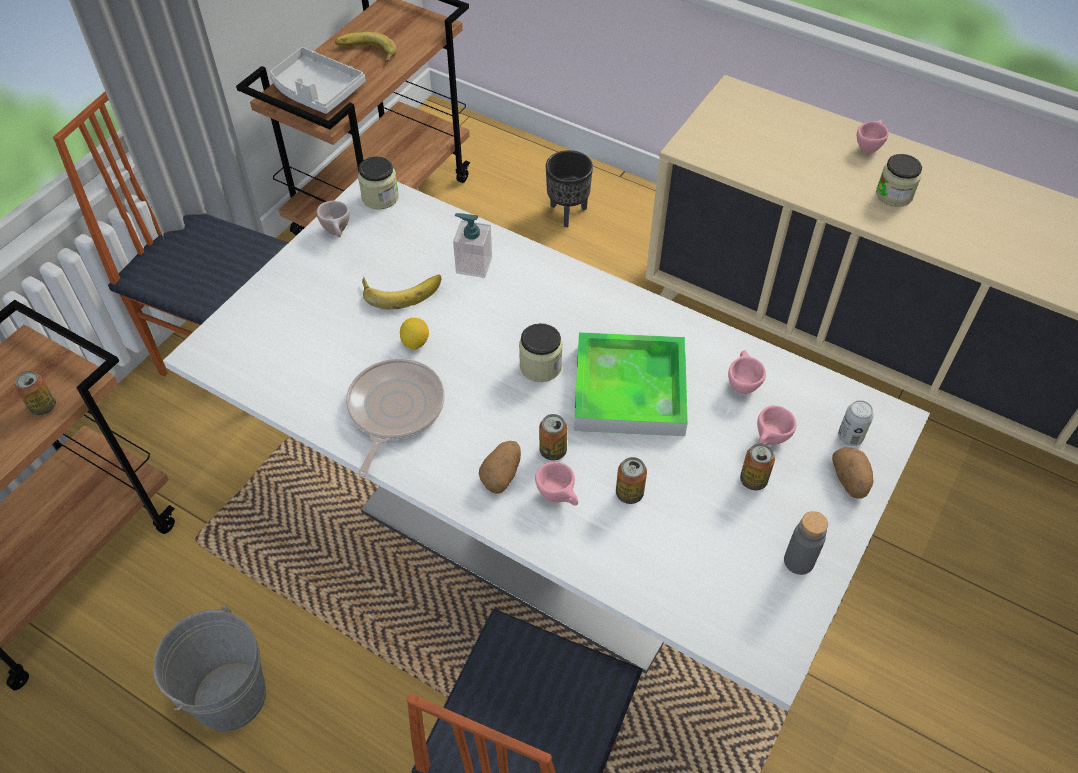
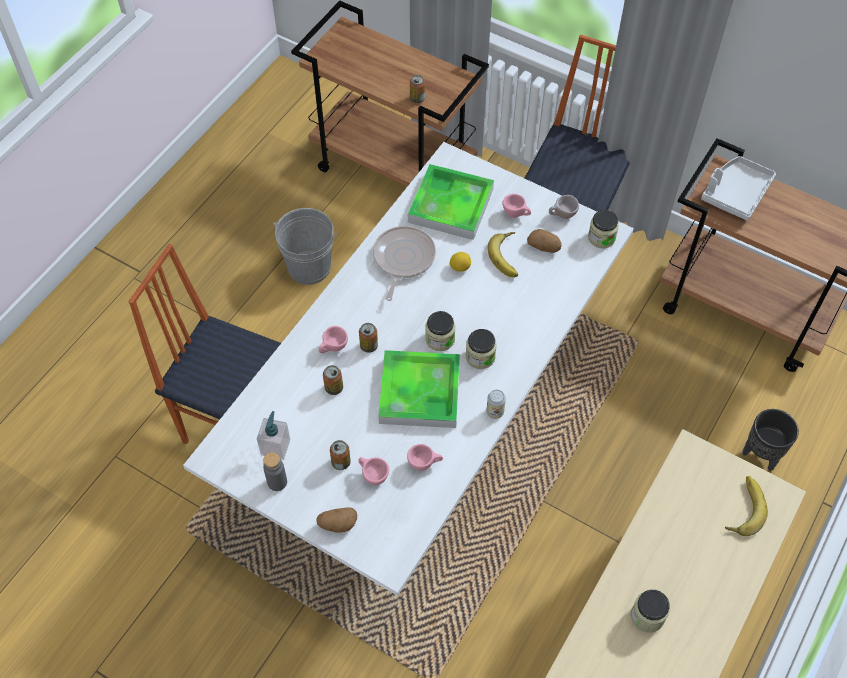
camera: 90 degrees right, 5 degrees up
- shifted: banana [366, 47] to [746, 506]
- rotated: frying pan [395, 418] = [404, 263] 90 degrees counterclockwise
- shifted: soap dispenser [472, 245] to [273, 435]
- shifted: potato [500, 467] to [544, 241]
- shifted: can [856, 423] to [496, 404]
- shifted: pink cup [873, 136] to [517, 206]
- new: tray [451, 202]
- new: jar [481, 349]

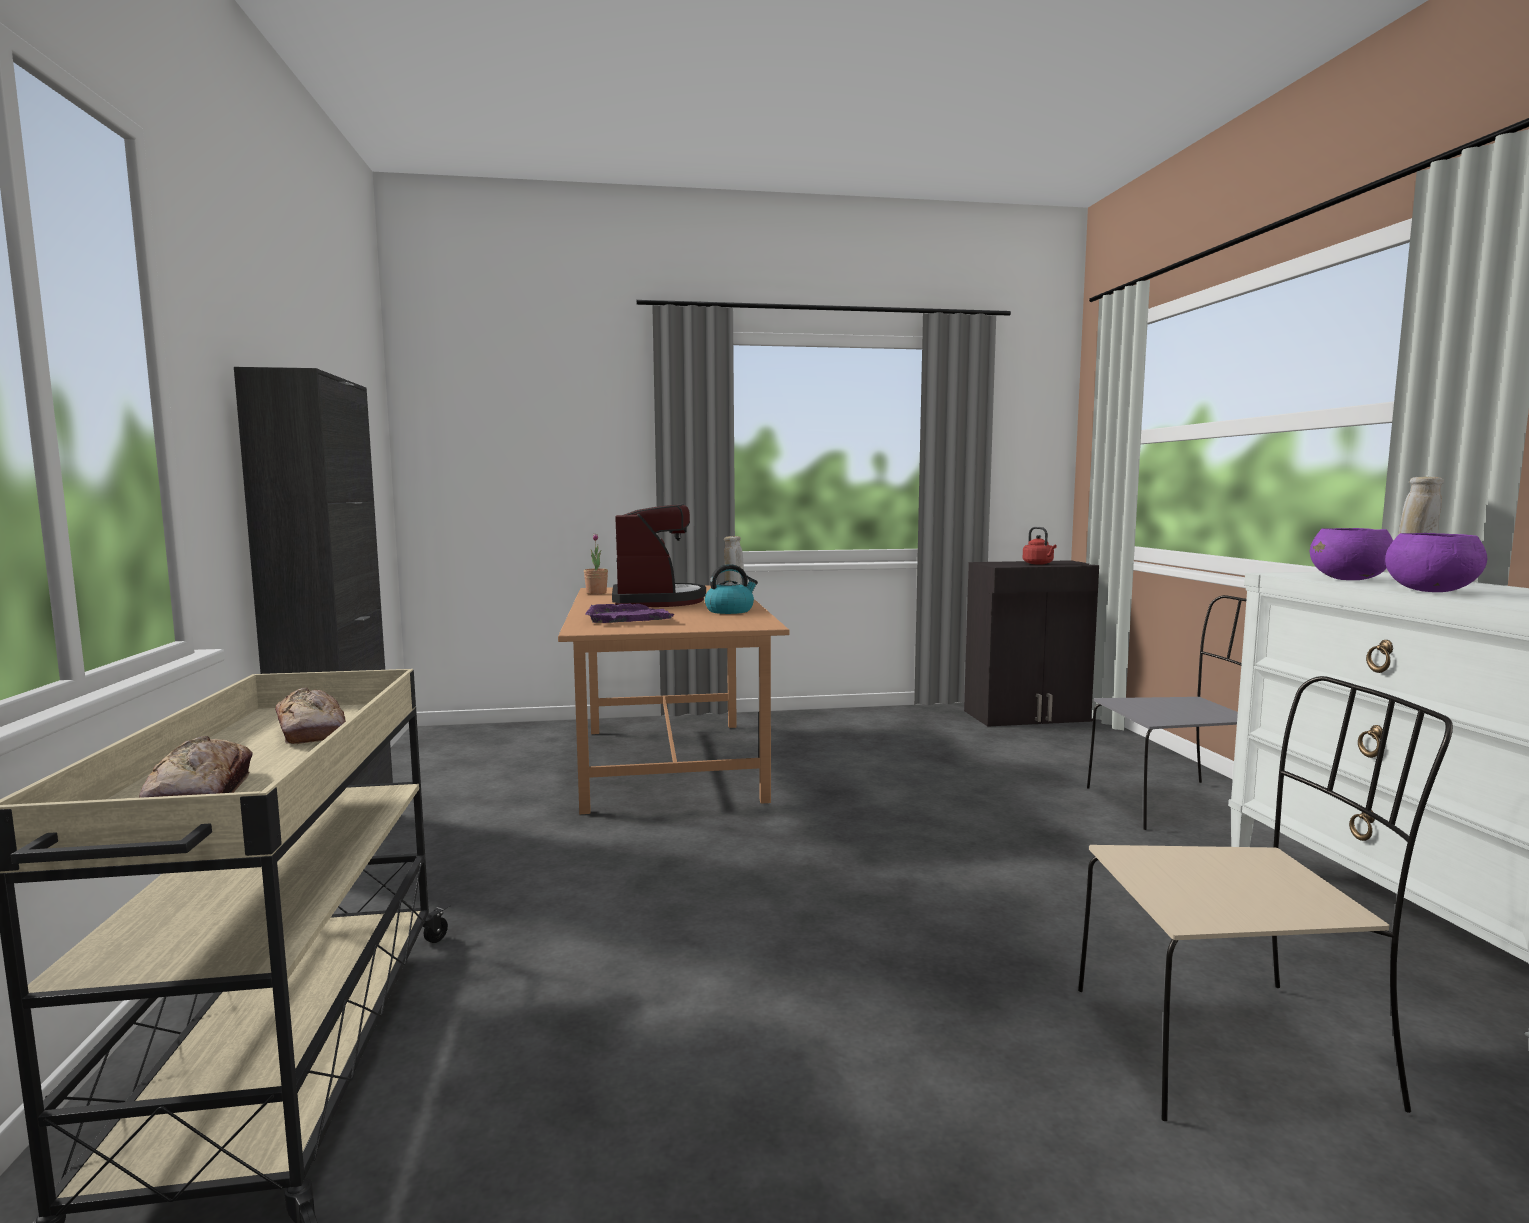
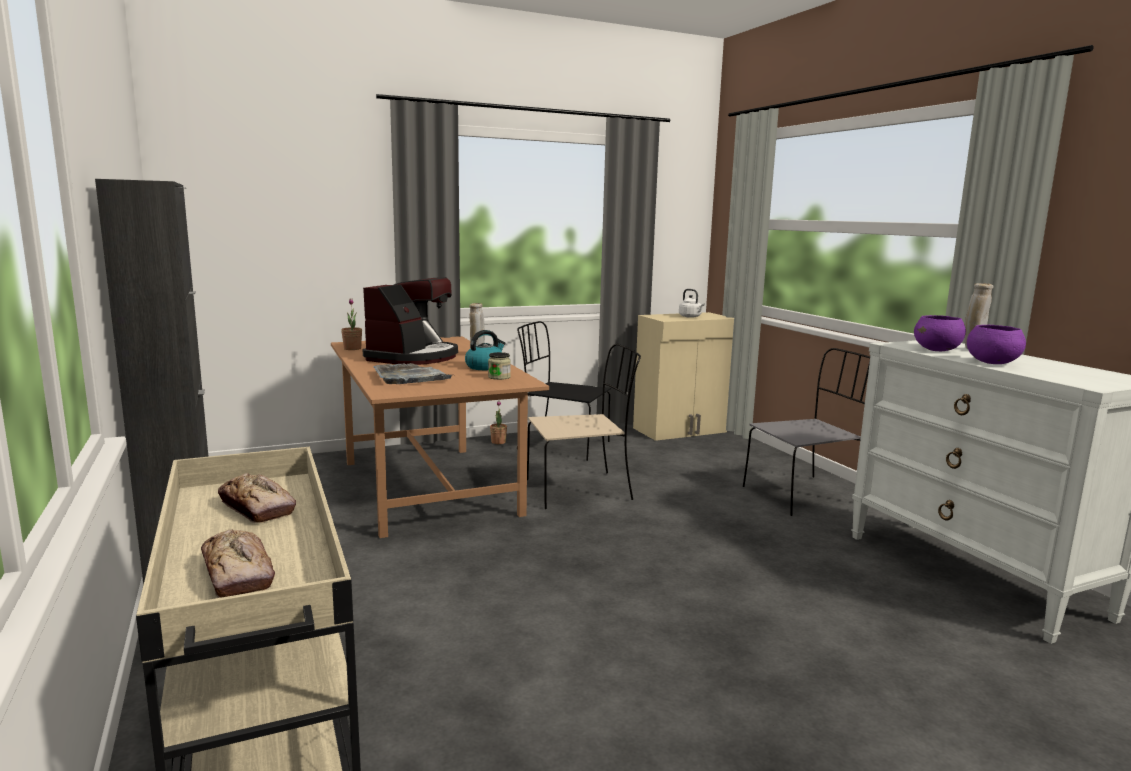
camera: 15 degrees left, 5 degrees up
- repainted: purple tray [629, 613] to grey tray [413, 373]
- rotated: coffee machine [659, 555] = [410, 321] 45 degrees clockwise
- repainted: black cabinet [1031, 643] to beige cabinet [683, 376]
- repainted: red kettle [1040, 545] to white kettle [692, 303]
- shifted: beige chair [1265, 898] to [584, 426]
- new: jar [499, 366]
- new: potted plant [498, 422]
- new: black chair [563, 391]

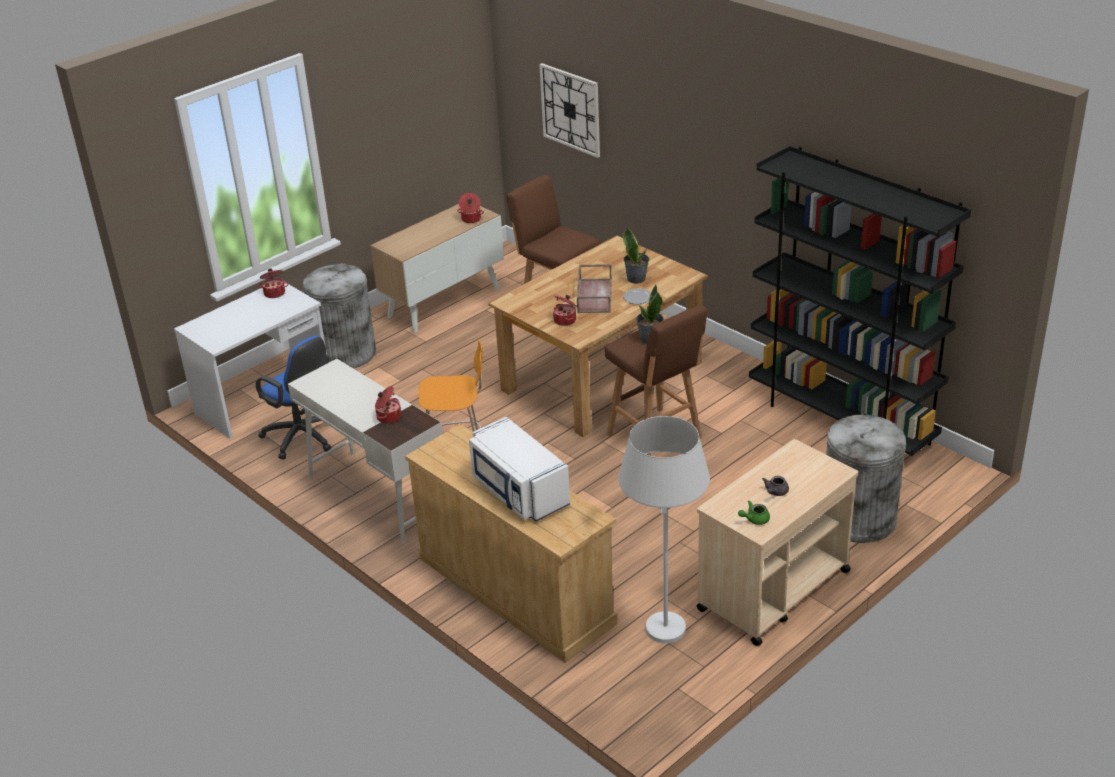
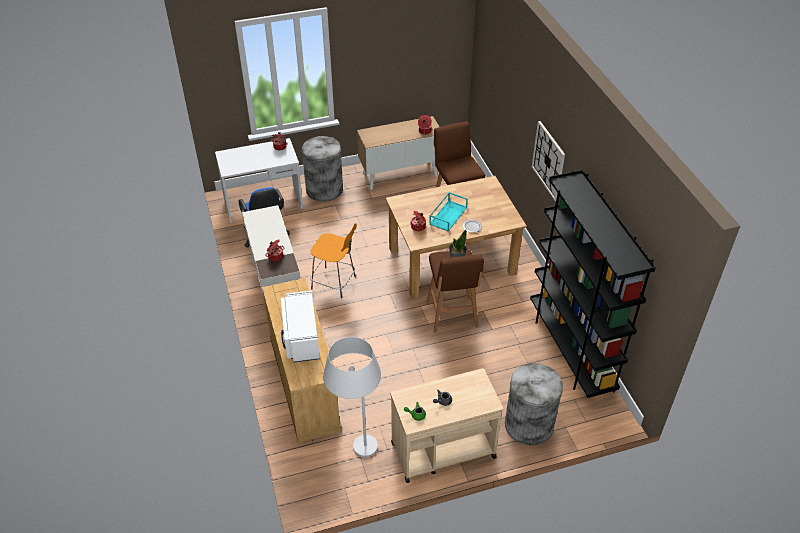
camera: 25 degrees right, 10 degrees up
- shifted: wall clock [569, 110] to [548, 161]
- repainted: brown tray [594, 288] to turquoise tray [448, 211]
- gone: potted plant [636, 255]

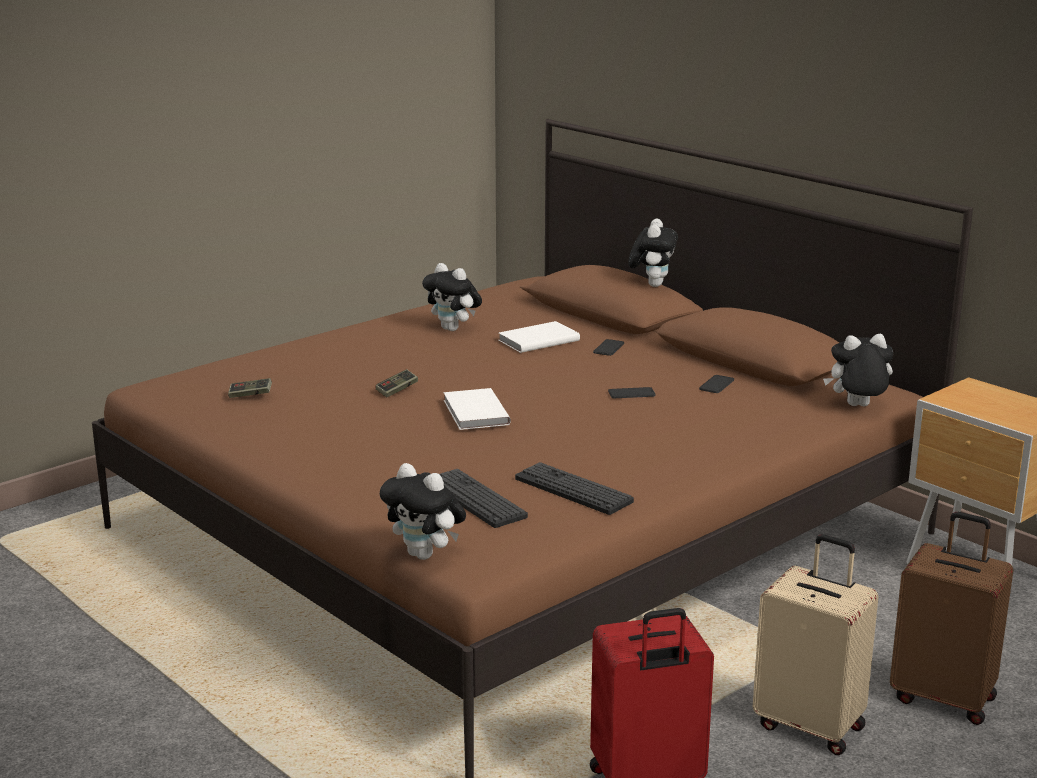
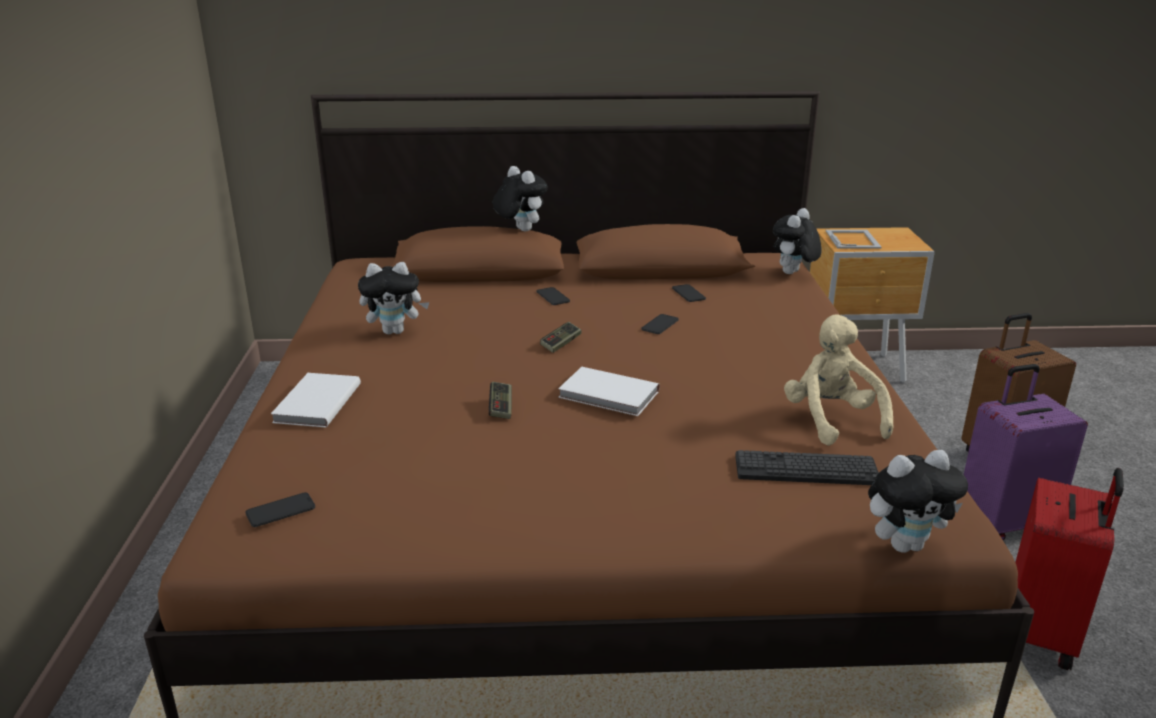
camera: 50 degrees left, 5 degrees up
- shifted: game controller [250, 388] to [561, 337]
- shifted: white book [539, 337] to [316, 400]
- swapped: keyboard [574, 488] to beige plush toy [838, 380]
- repainted: beige suitcase [815, 644] to purple suitcase [1026, 452]
- new: phone [280, 509]
- new: picture frame [854, 239]

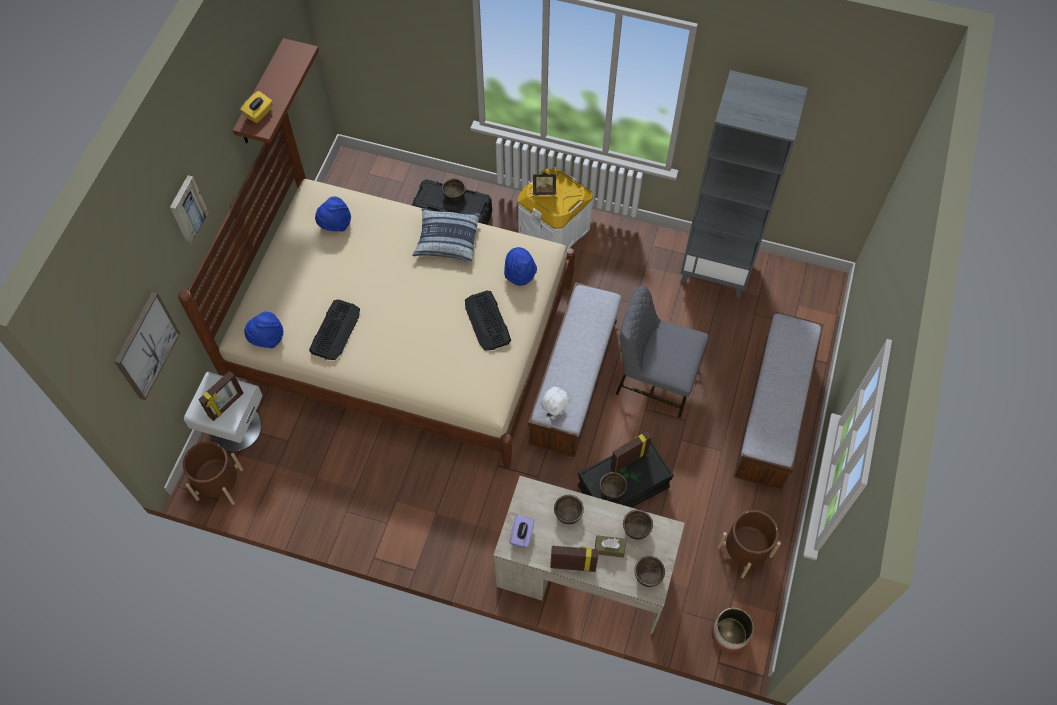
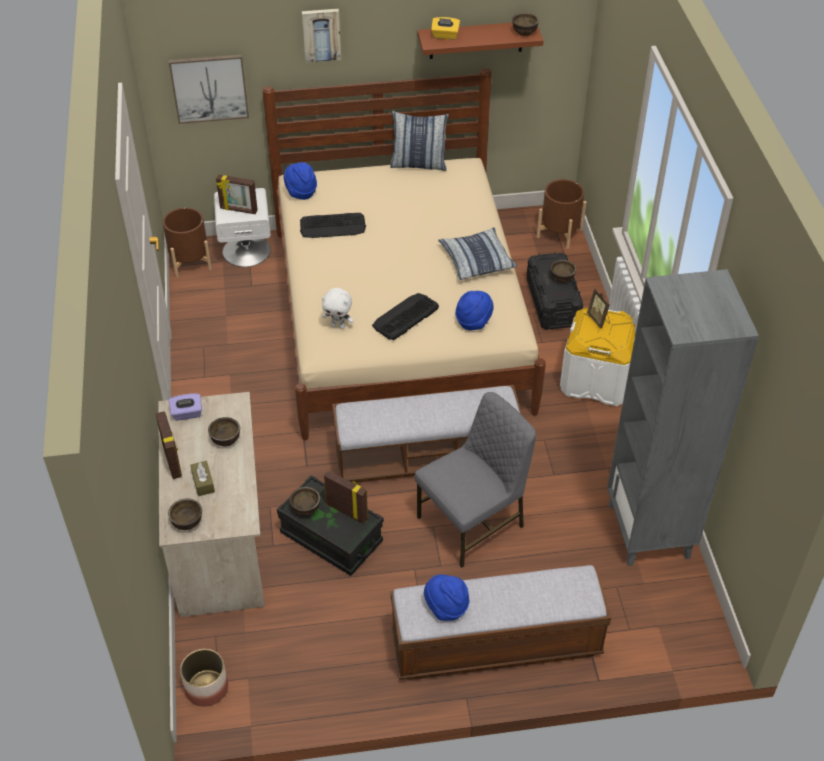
camera: 65 degrees right, 15 degrees down
- shifted: blue hat [333, 213] to [446, 597]
- shifted: white plush toy [555, 404] to [338, 308]
- rotated: grey chair [662, 352] = [475, 480] 60 degrees clockwise
- shifted: brown bowl [638, 524] to [525, 24]
- shifted: brown planter [749, 544] to [562, 214]
- new: pillow [419, 141]

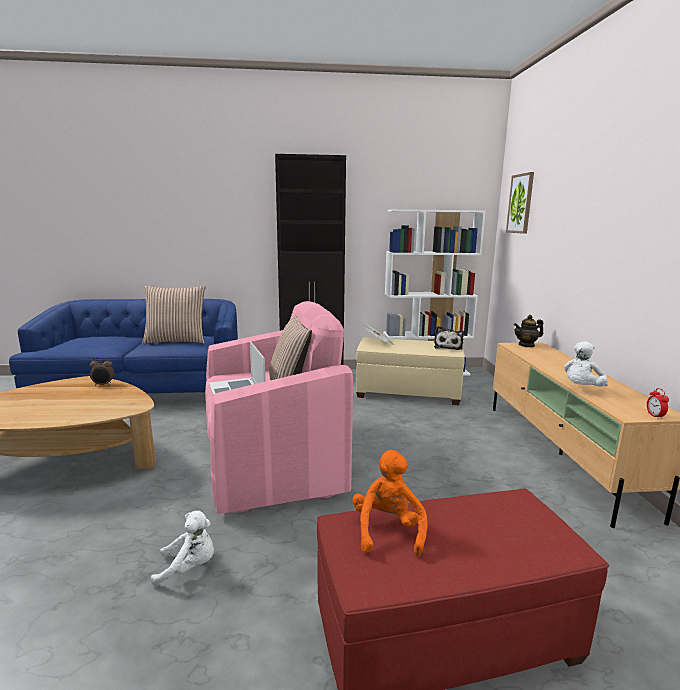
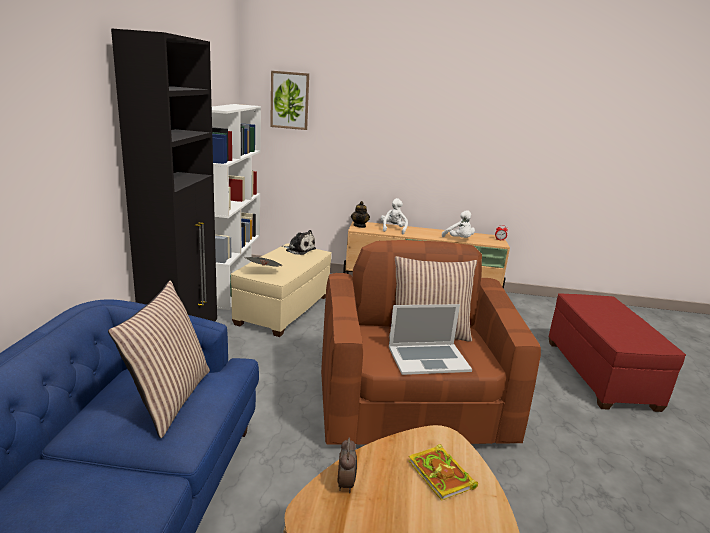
camera: 80 degrees left, 5 degrees up
- shifted: white plush toy [182, 548] to [394, 216]
- repainted: pink armchair [279, 407] to brown armchair [431, 342]
- gone: orange plush toy [390, 503]
- new: book [443, 472]

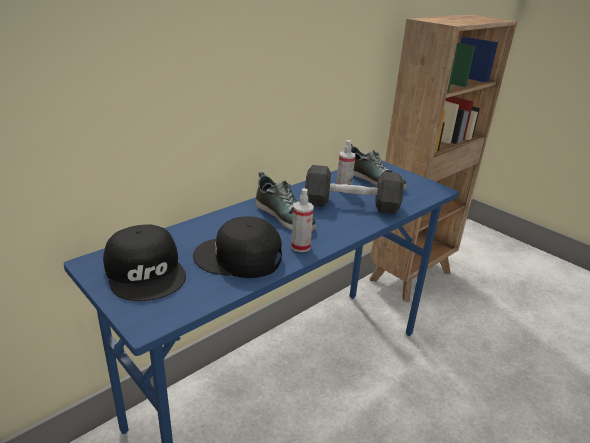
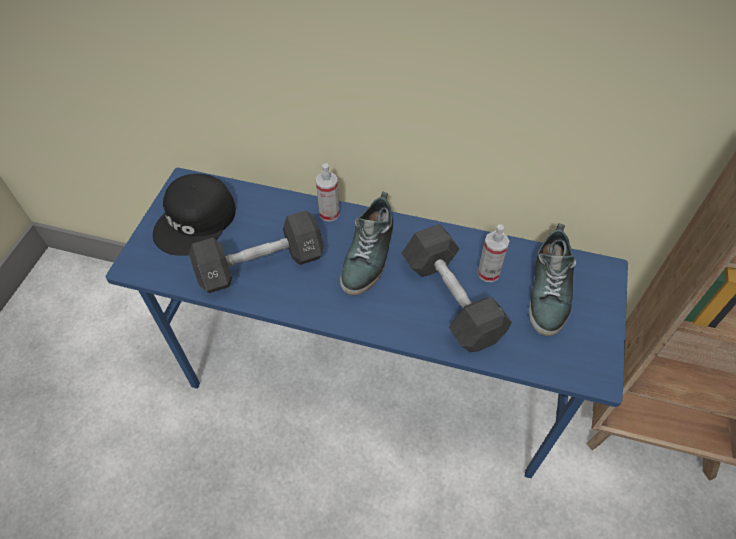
camera: 60 degrees right, 25 degrees up
- swapped: black cap [237, 247] to black dumbbell [256, 251]
- shifted: spray bottle [302, 220] to [327, 192]

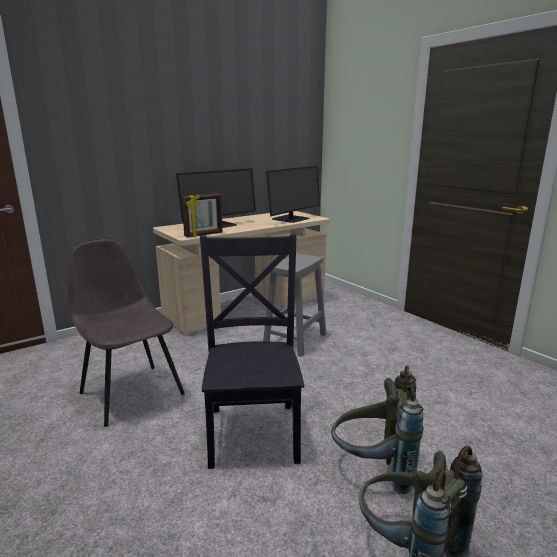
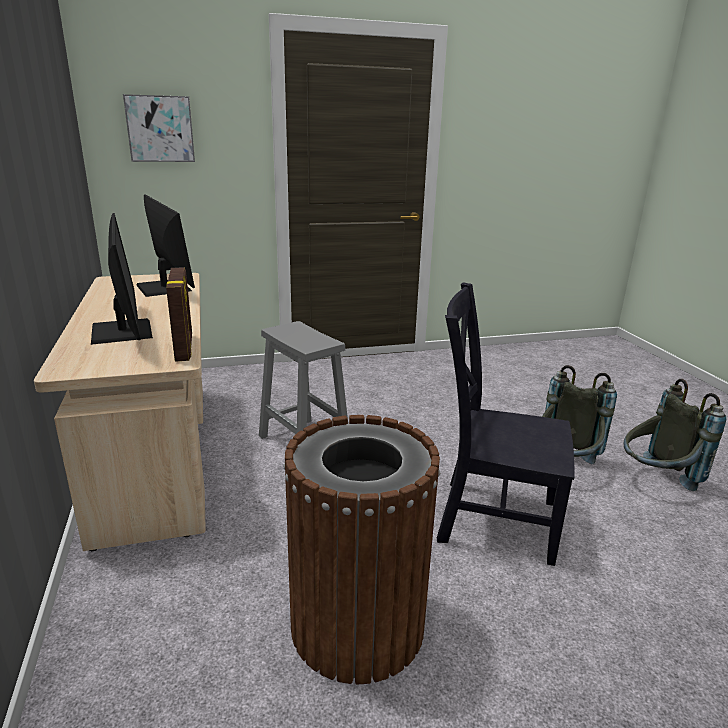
camera: 70 degrees left, 5 degrees up
- swapped: grey chair [126, 332] to brown trash can [361, 549]
- new: picture [159, 128]

